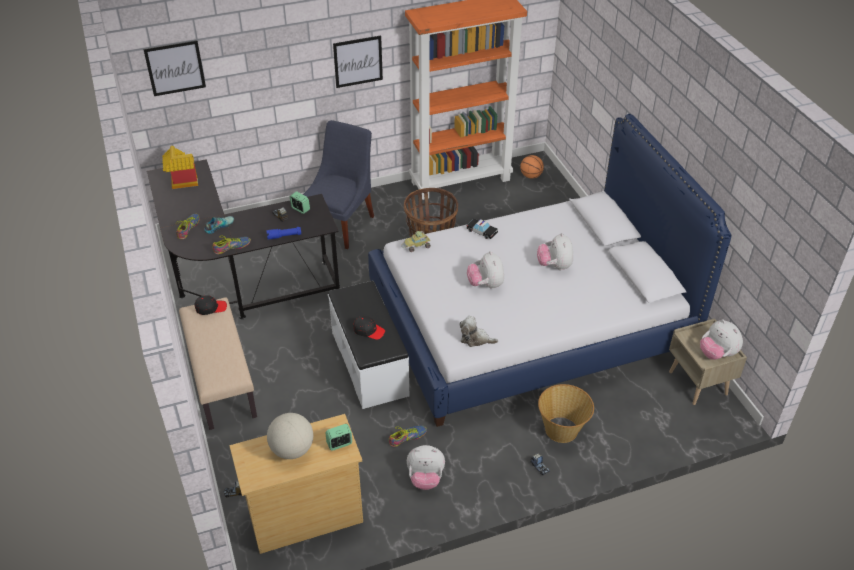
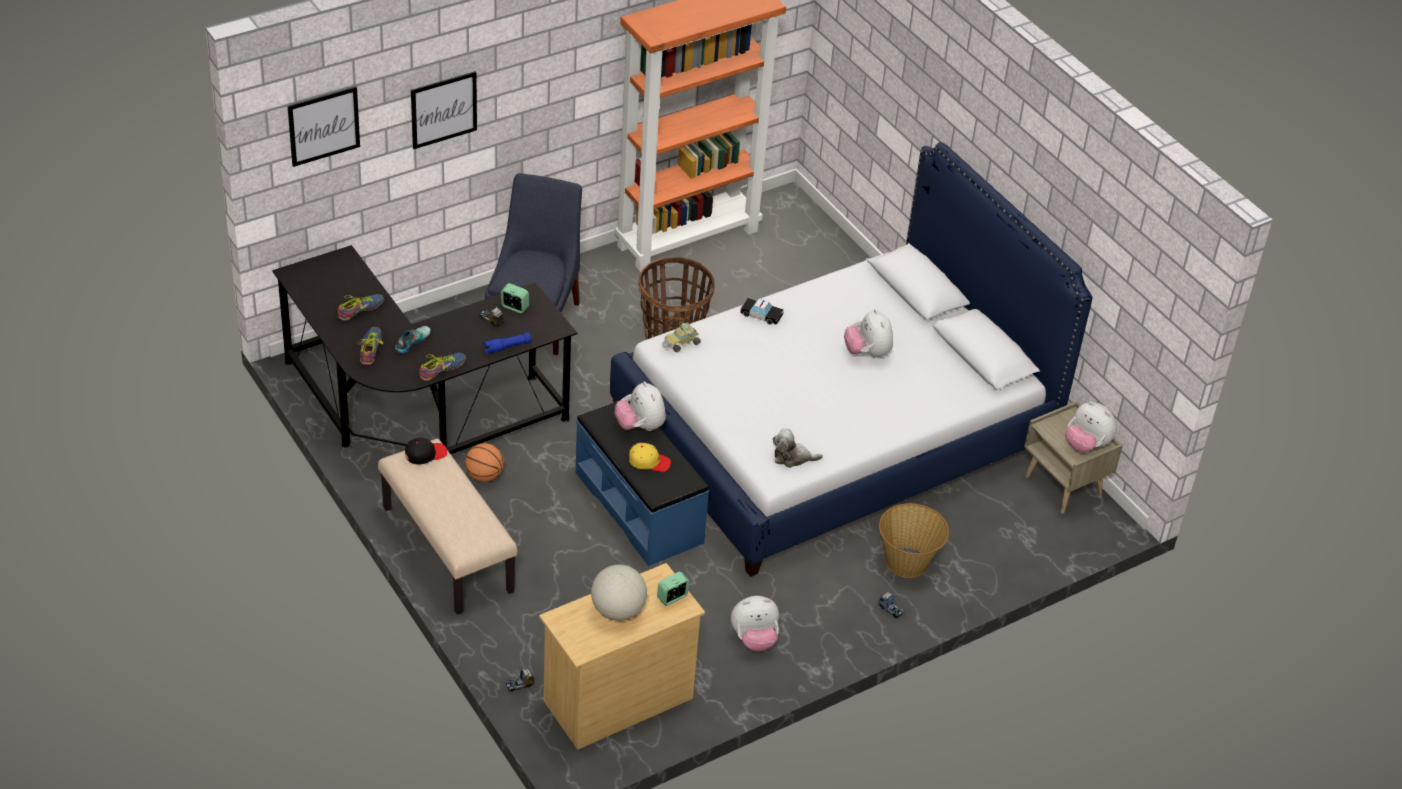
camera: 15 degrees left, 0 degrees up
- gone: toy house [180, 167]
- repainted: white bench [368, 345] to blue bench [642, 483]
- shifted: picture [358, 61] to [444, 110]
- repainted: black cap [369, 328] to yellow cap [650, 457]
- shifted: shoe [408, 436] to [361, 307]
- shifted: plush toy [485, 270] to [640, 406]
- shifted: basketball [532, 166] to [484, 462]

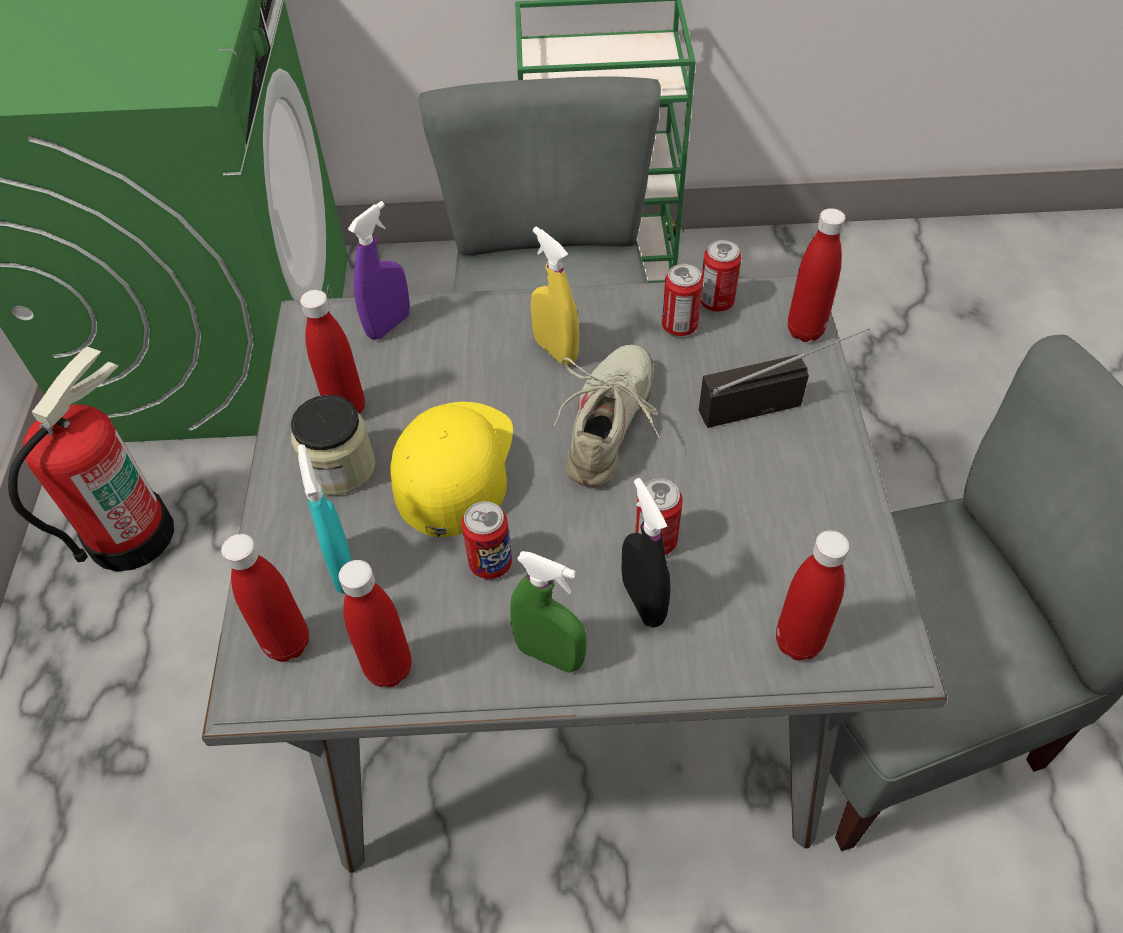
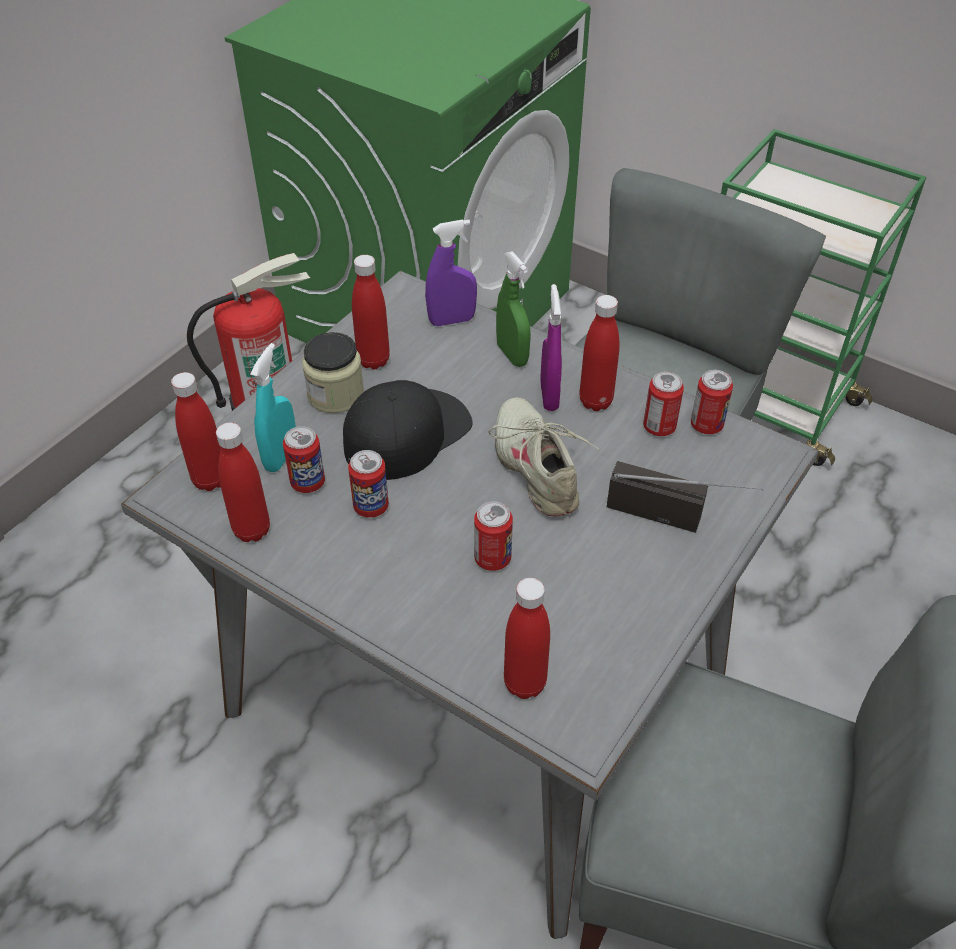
camera: 35 degrees right, 5 degrees down
- repainted: yellow cap [451, 469] to black cap [408, 430]
- shifted: green spray bottle [548, 612] to [513, 309]
- repainted: yellow spray bottle [555, 296] to purple spray bottle [551, 347]
- rotated: beige shoe [607, 415] = [543, 457] 75 degrees counterclockwise
- gone: black spray bottle [645, 553]
- shifted: red bottle [817, 275] to [600, 353]
- new: can [304, 459]

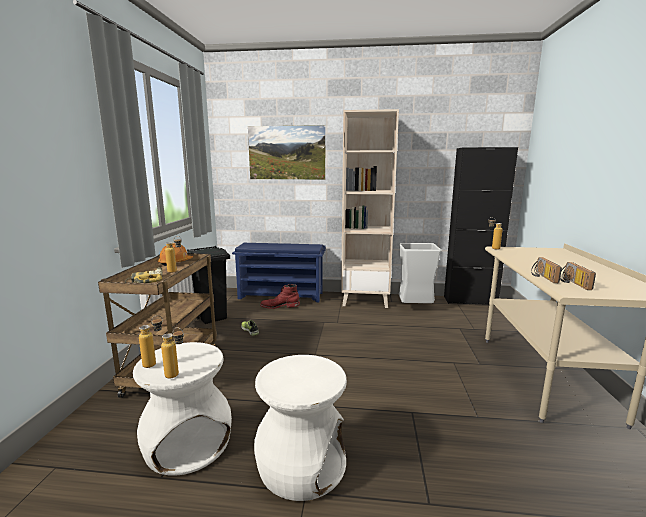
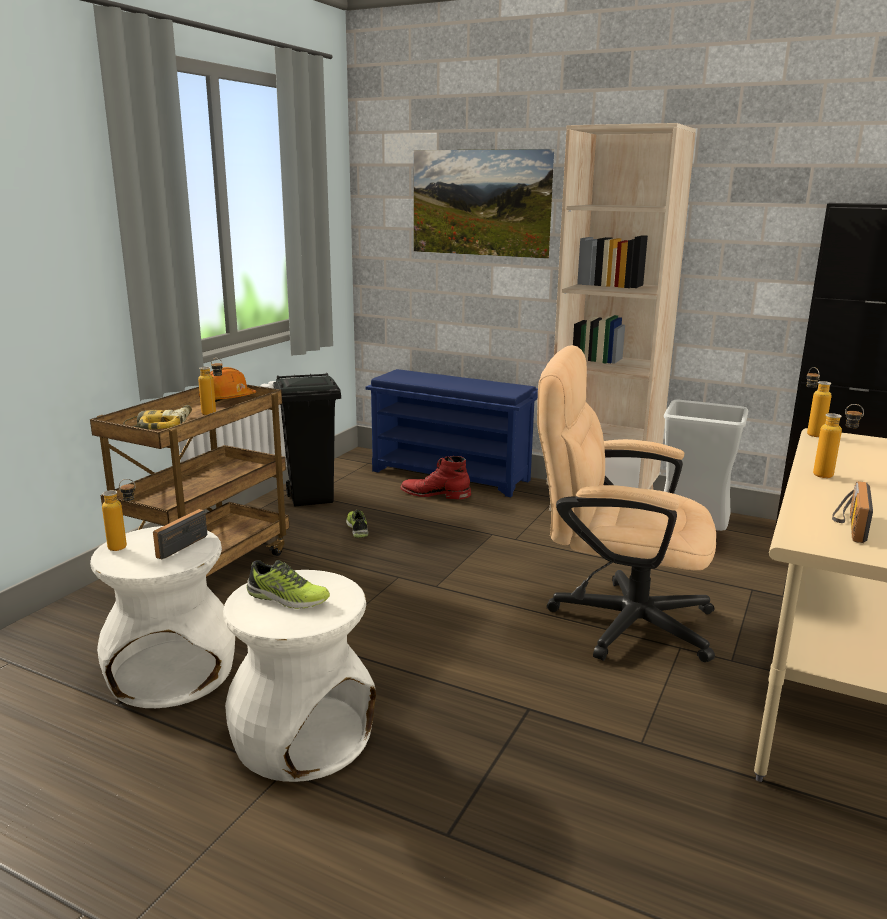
camera: 20 degrees right, 5 degrees up
- shifted: bottle [172, 353] to [838, 441]
- shifted: radio [546, 270] to [180, 534]
- new: shoe [288, 584]
- new: beige office chair [626, 503]

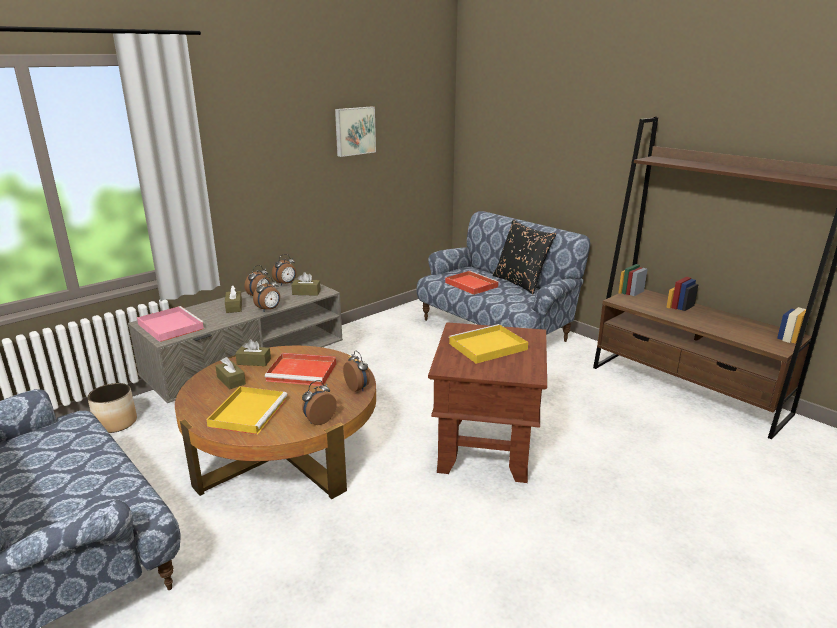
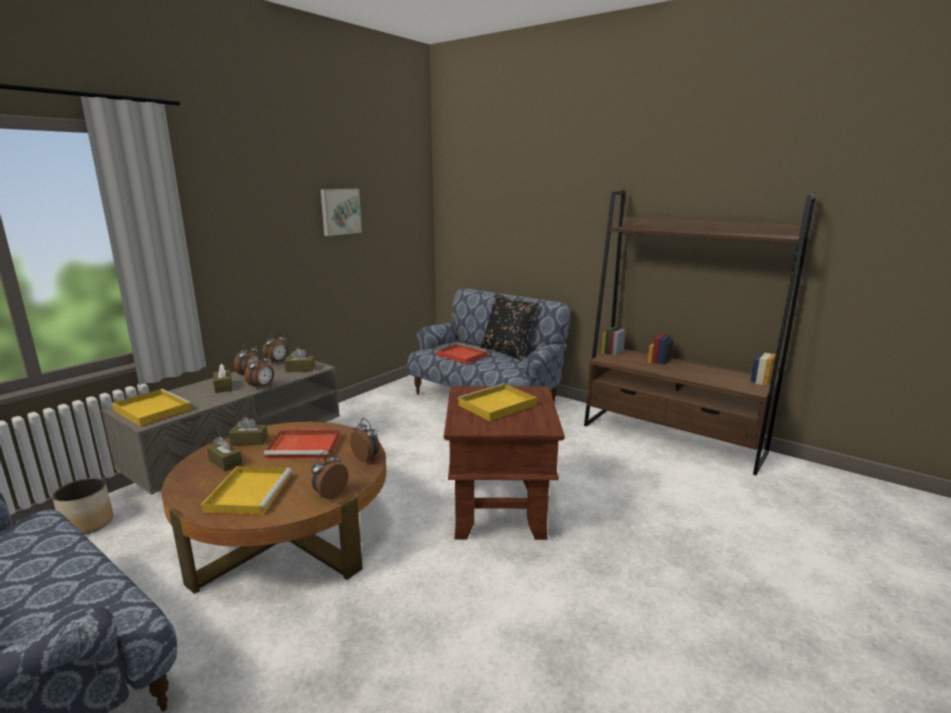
camera: 10 degrees left, 5 degrees down
- repainted: pink tray [171, 324] to yellow tray [152, 407]

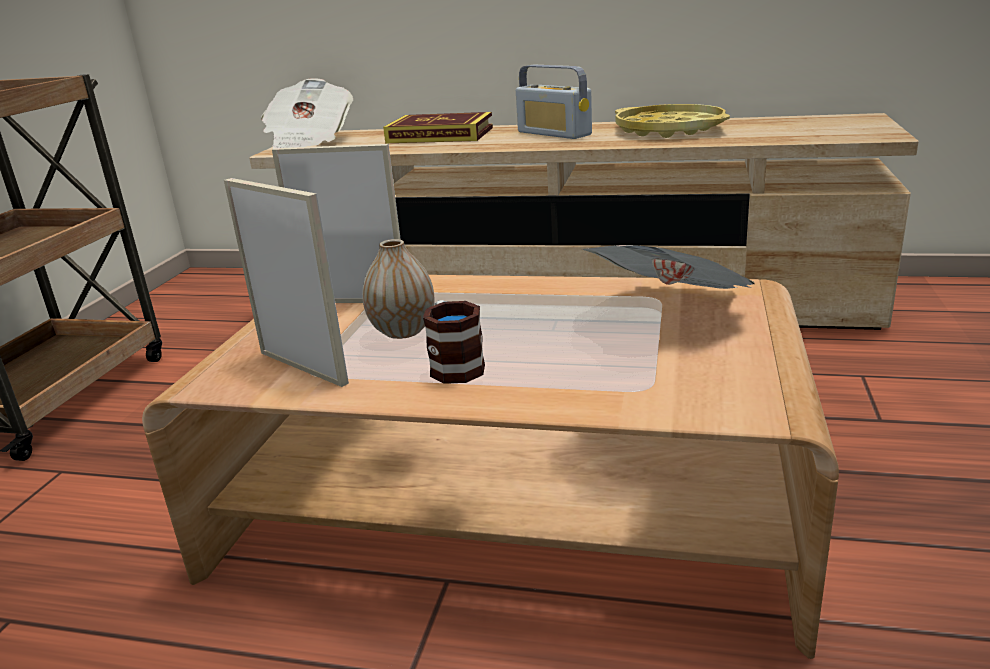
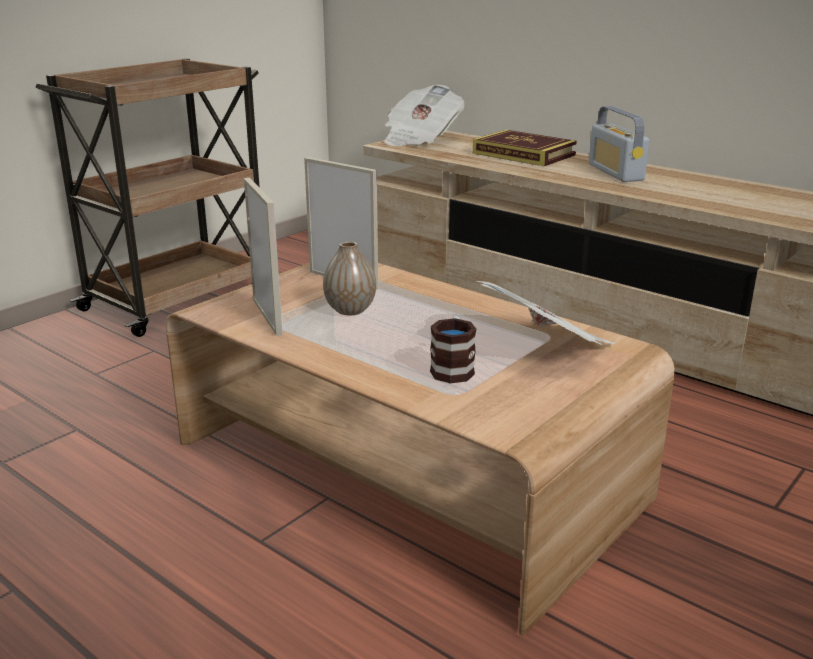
camera: 25 degrees right, 0 degrees up
- shifted: mug [454, 342] to [453, 349]
- gone: yellow tray [672, 121]

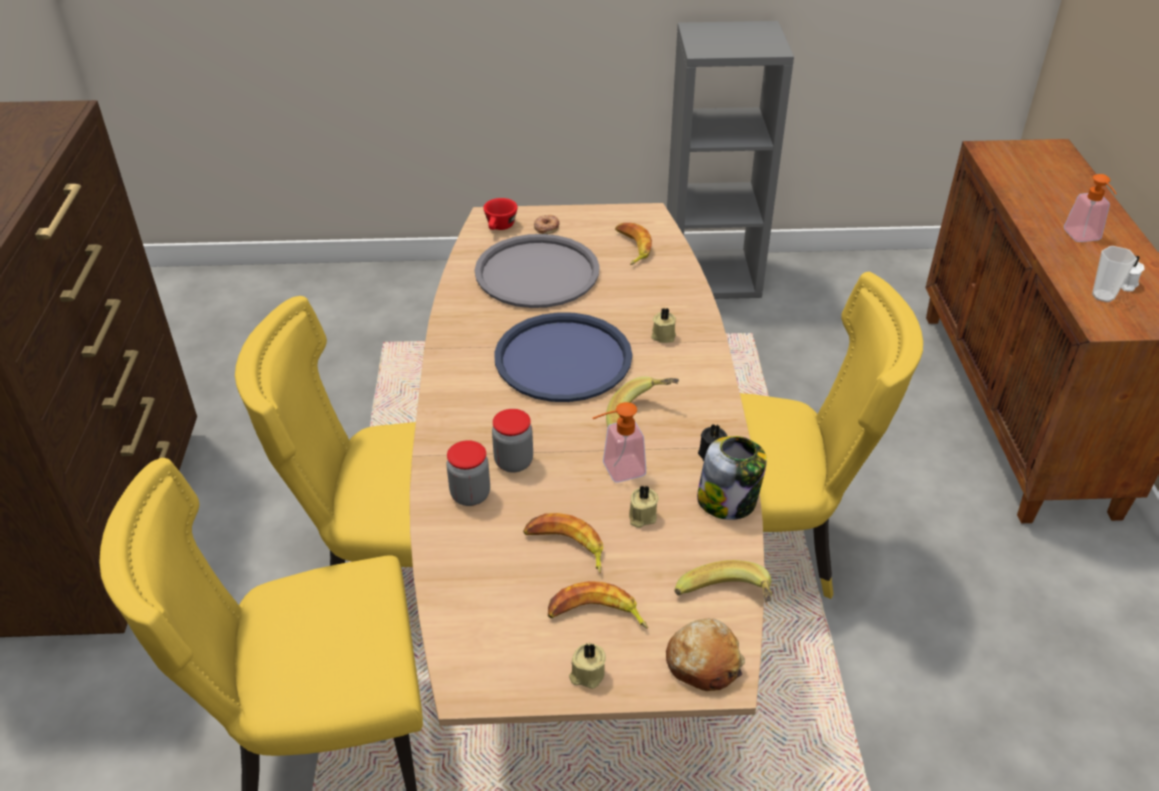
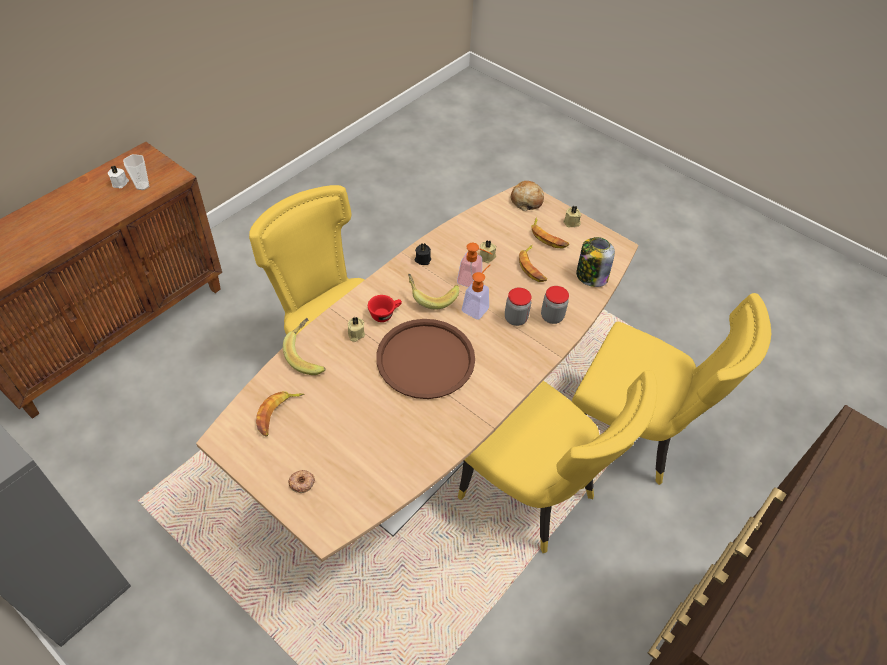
camera: 140 degrees left, 10 degrees up
- gone: grey tray [537, 271]
- shifted: red cup [500, 214] to [385, 308]
- repainted: blue tray [563, 357] to brown tray [425, 359]
- shifted: banana [723, 581] to [304, 346]
- shifted: jar [732, 478] to [595, 262]
- shifted: soap dispenser [1090, 208] to [476, 292]

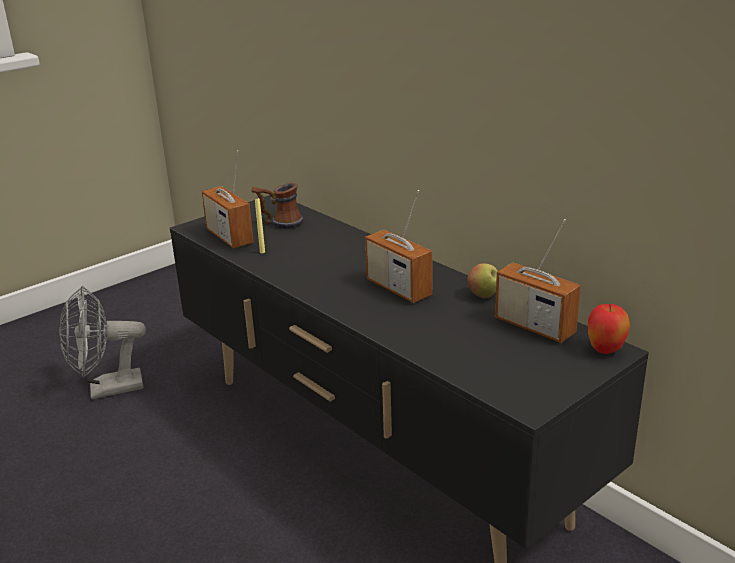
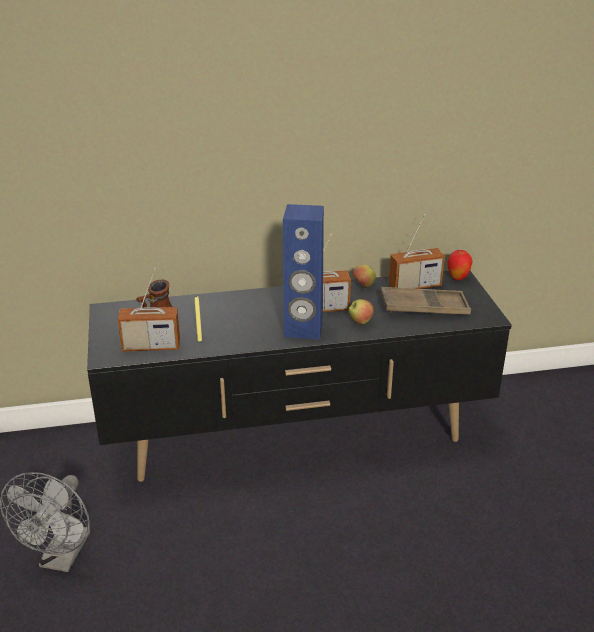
camera: 60 degrees left, 5 degrees up
- new: blue speaker [303, 272]
- new: apple [361, 312]
- new: brown tray [426, 301]

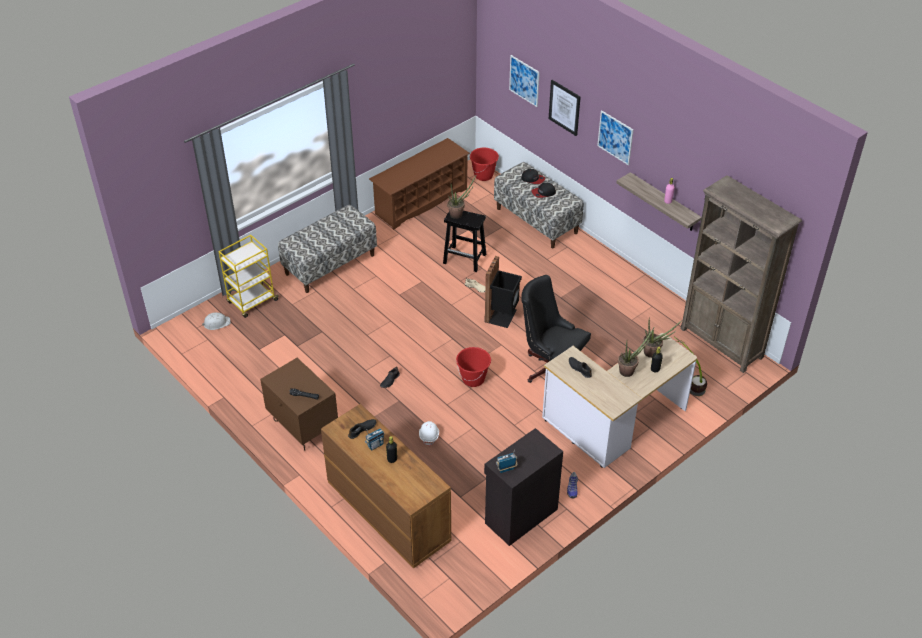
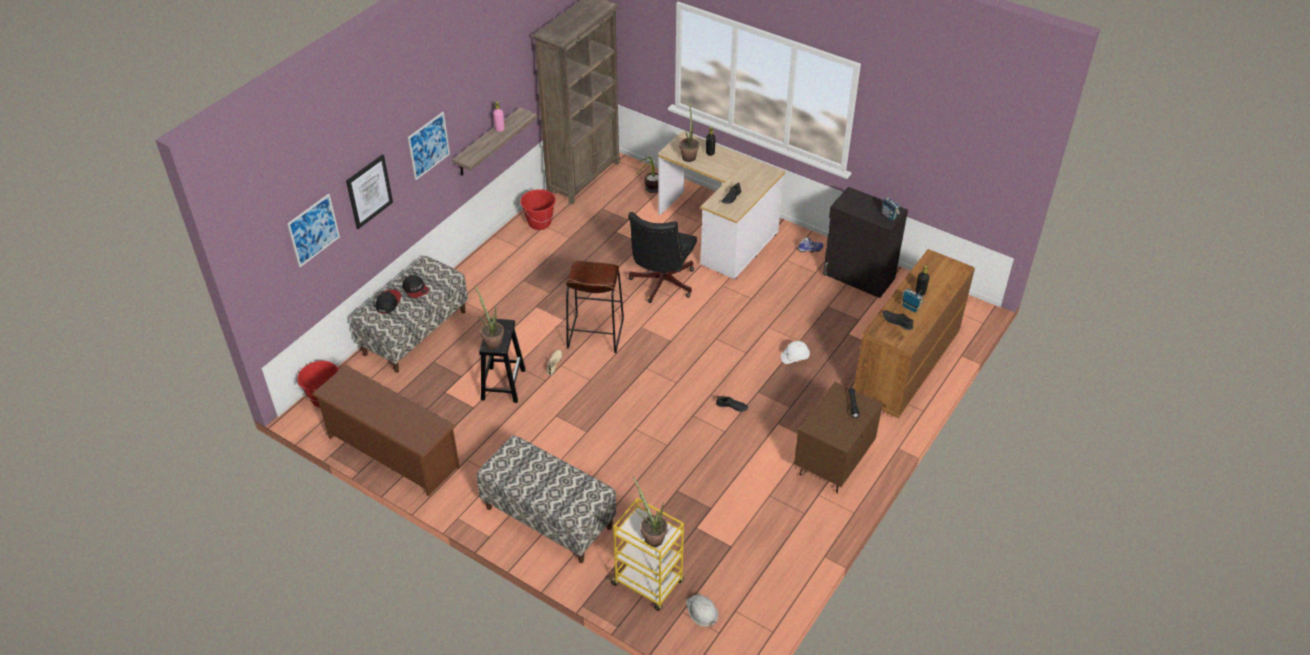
camera: 105 degrees left, 0 degrees up
- shifted: red bucket [473, 367] to [538, 209]
- swapped: black trash can [503, 292] to brown stool [595, 307]
- shifted: potted plant [636, 352] to [650, 511]

